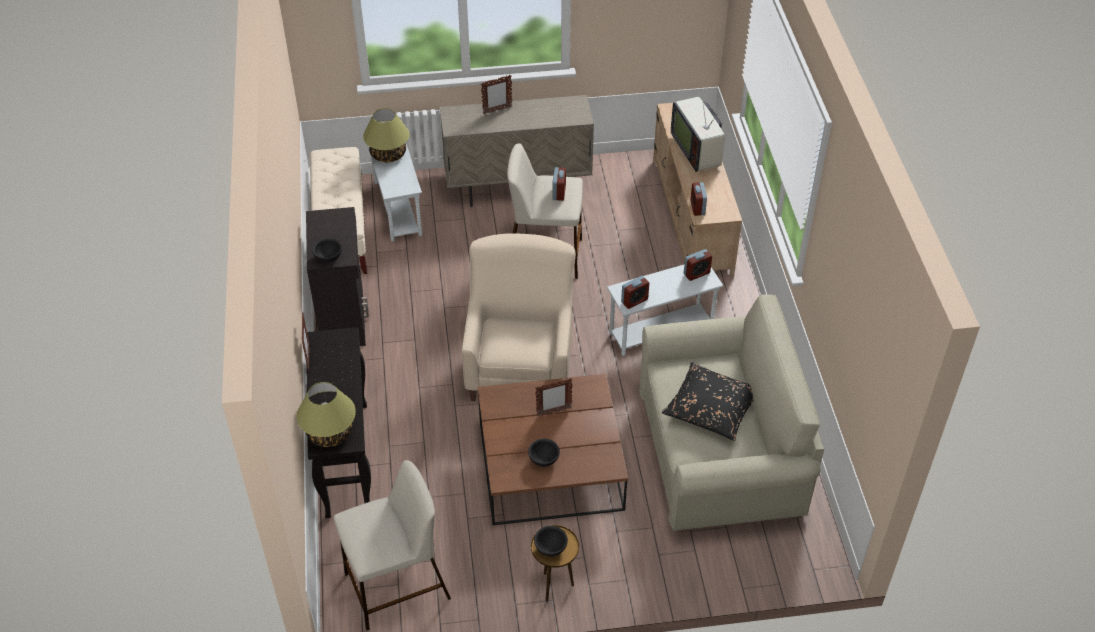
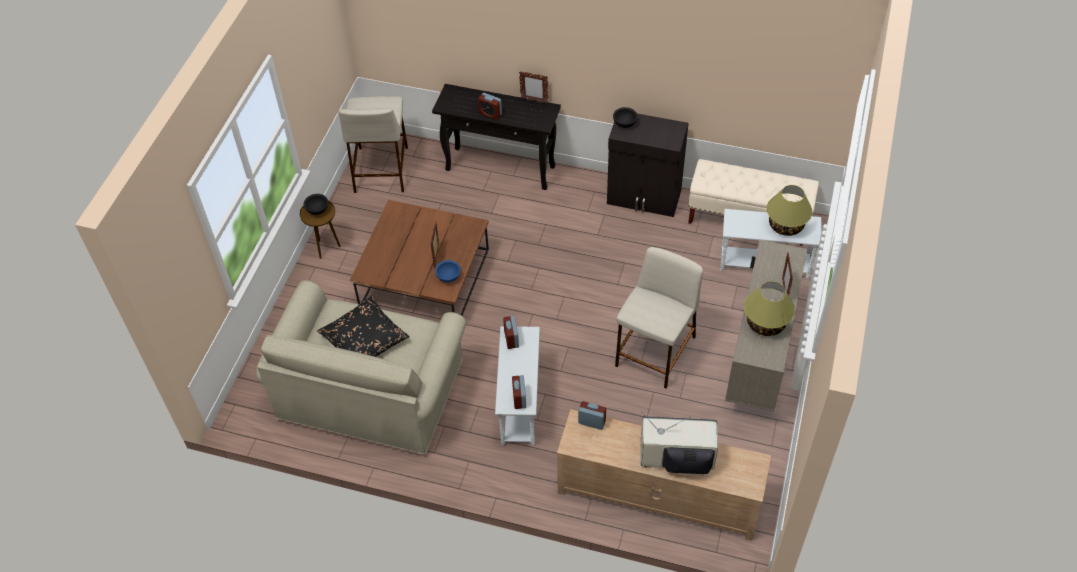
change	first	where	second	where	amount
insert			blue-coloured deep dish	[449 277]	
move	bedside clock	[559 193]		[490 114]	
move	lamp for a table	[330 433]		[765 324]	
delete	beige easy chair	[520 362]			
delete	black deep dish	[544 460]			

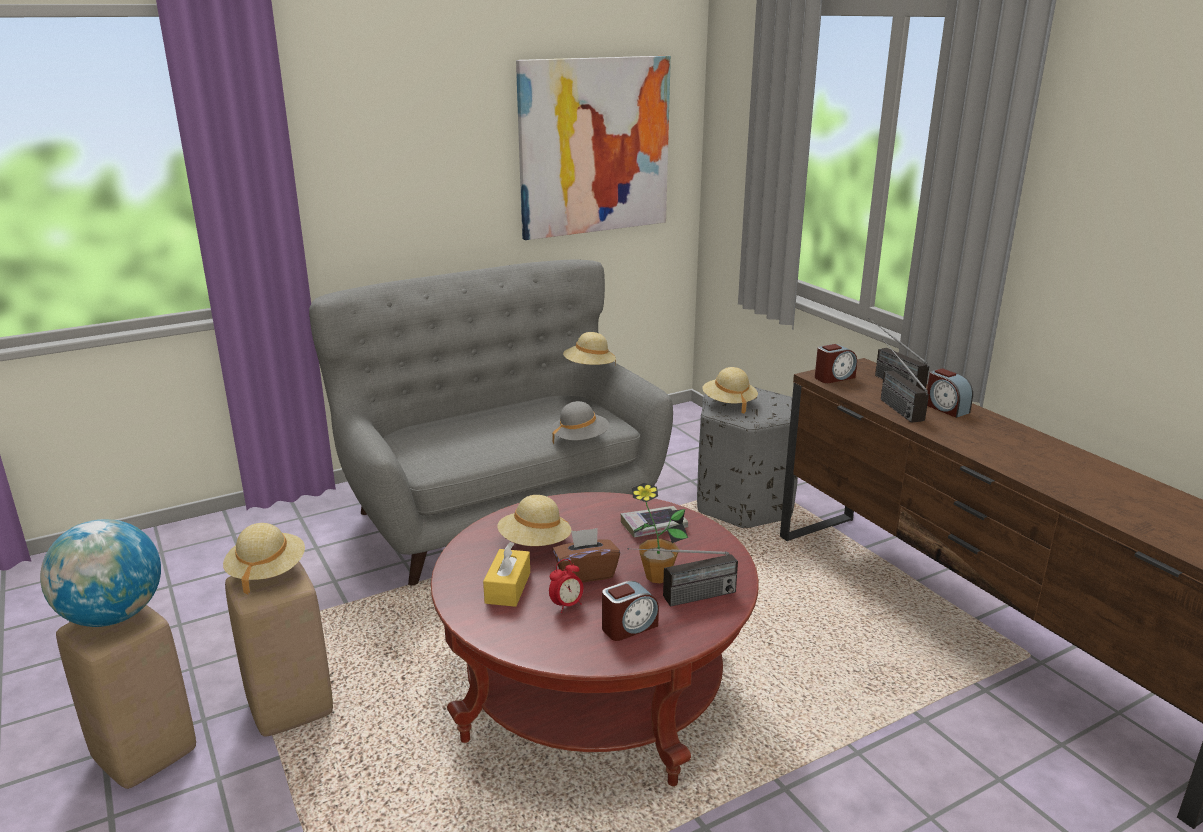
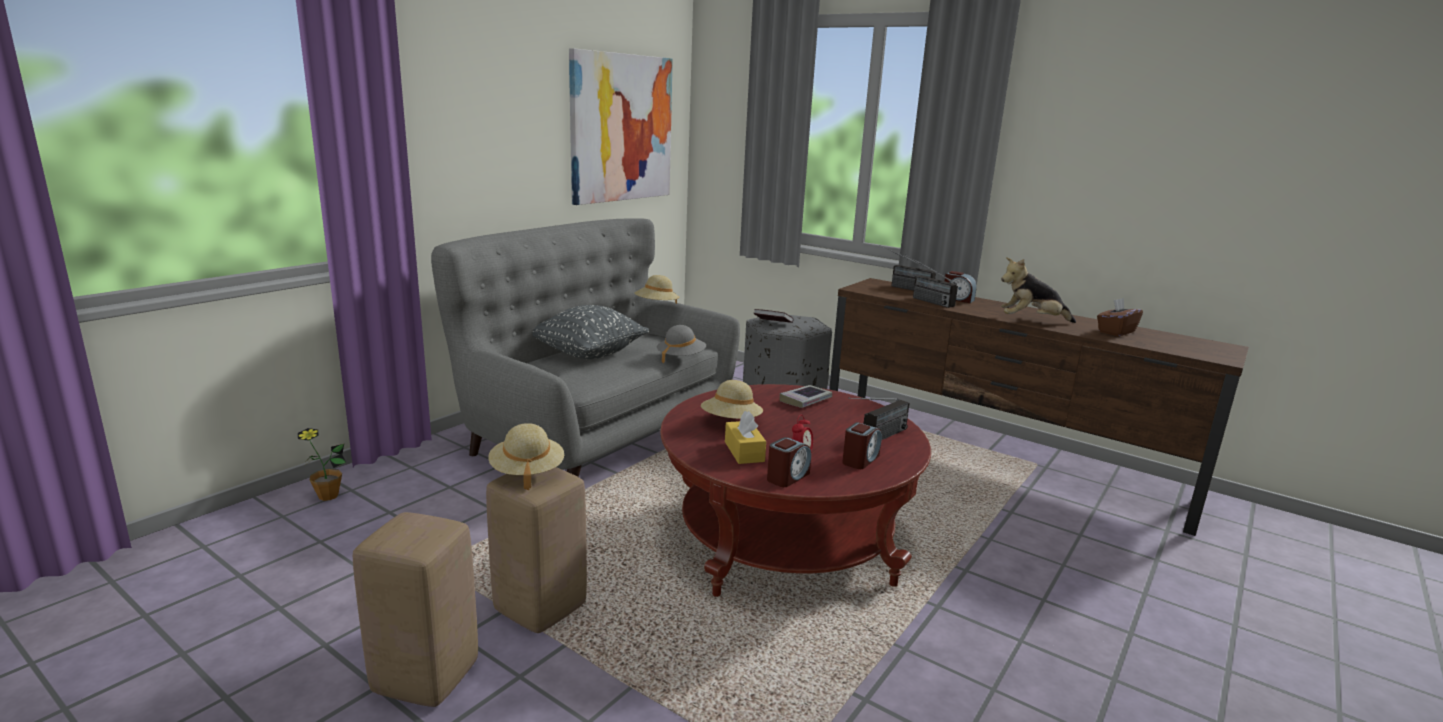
change	first	where	second	where	amount
move	plant in a pot	[657 576]		[328 496]	
insert			greyish throw pillow	[588 354]	
replace	beige clothing hat	[729 403]	bound book	[773 323]	
move	bedside clock	[834 377]		[787 477]	
insert			cuddly toy	[1031 321]	
move	brownish tissue holder	[585 573]		[1115 331]	
delete	desk globe	[113 616]			

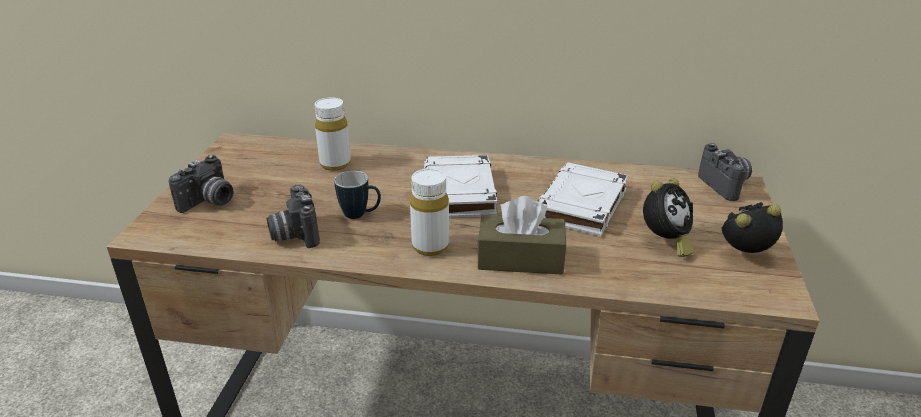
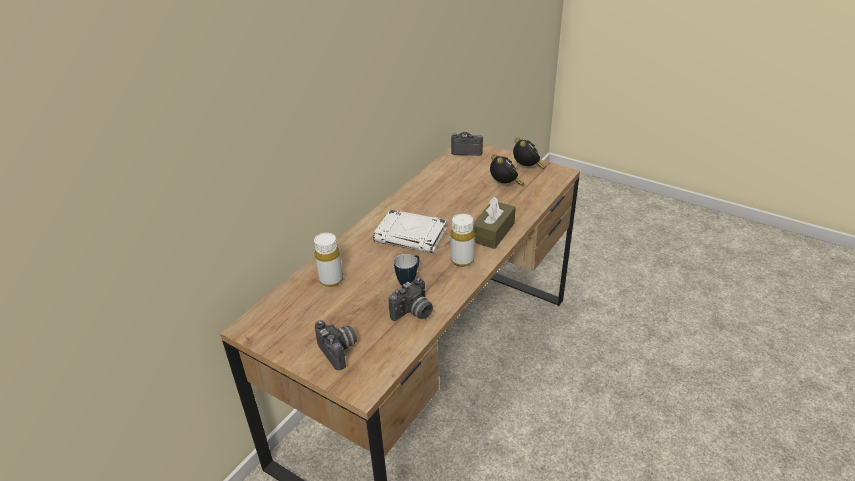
change	first	where	second	where	amount
rotate	photo camera	[294 234]		[413 313]	45 degrees counterclockwise
rotate	bedside clock	[745 254]		[527 168]	150 degrees clockwise
delete	white-coloured bound book	[581 205]			

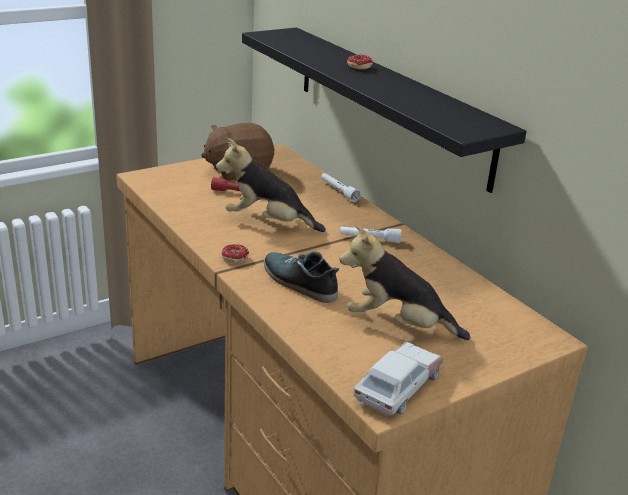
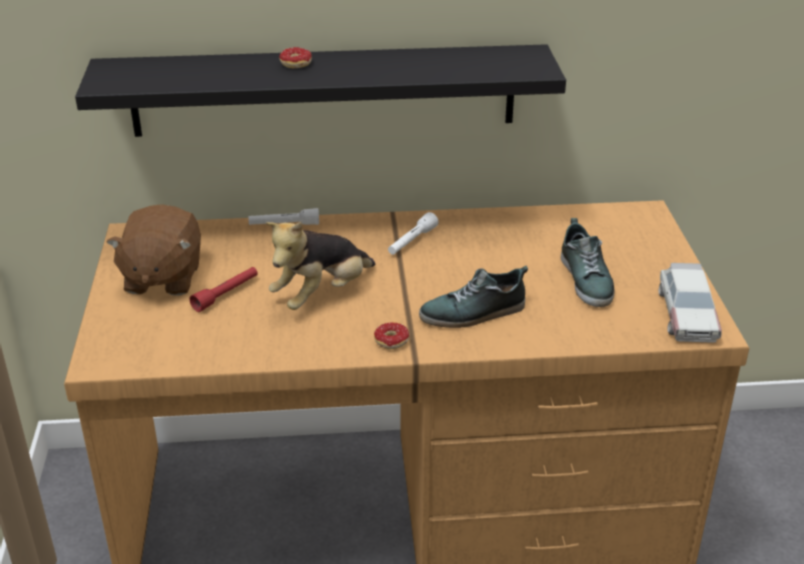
change	first	where	second	where	amount
replace	cuddly toy	[398 325]	shoe	[586 279]	
rotate	toy car	[397 387]		[687 313]	150 degrees counterclockwise

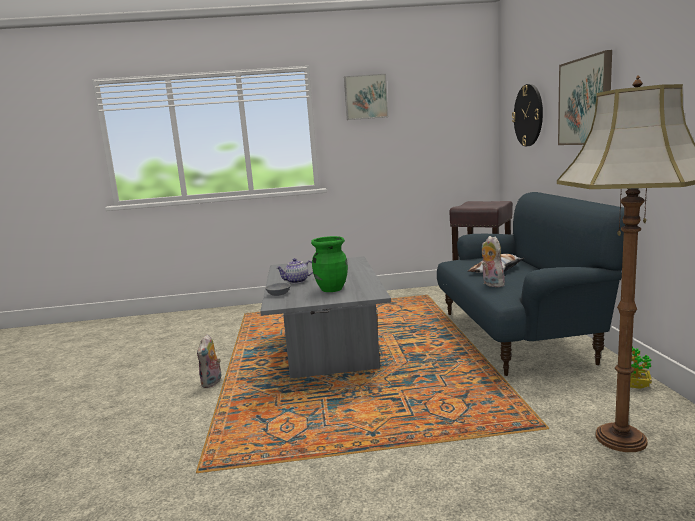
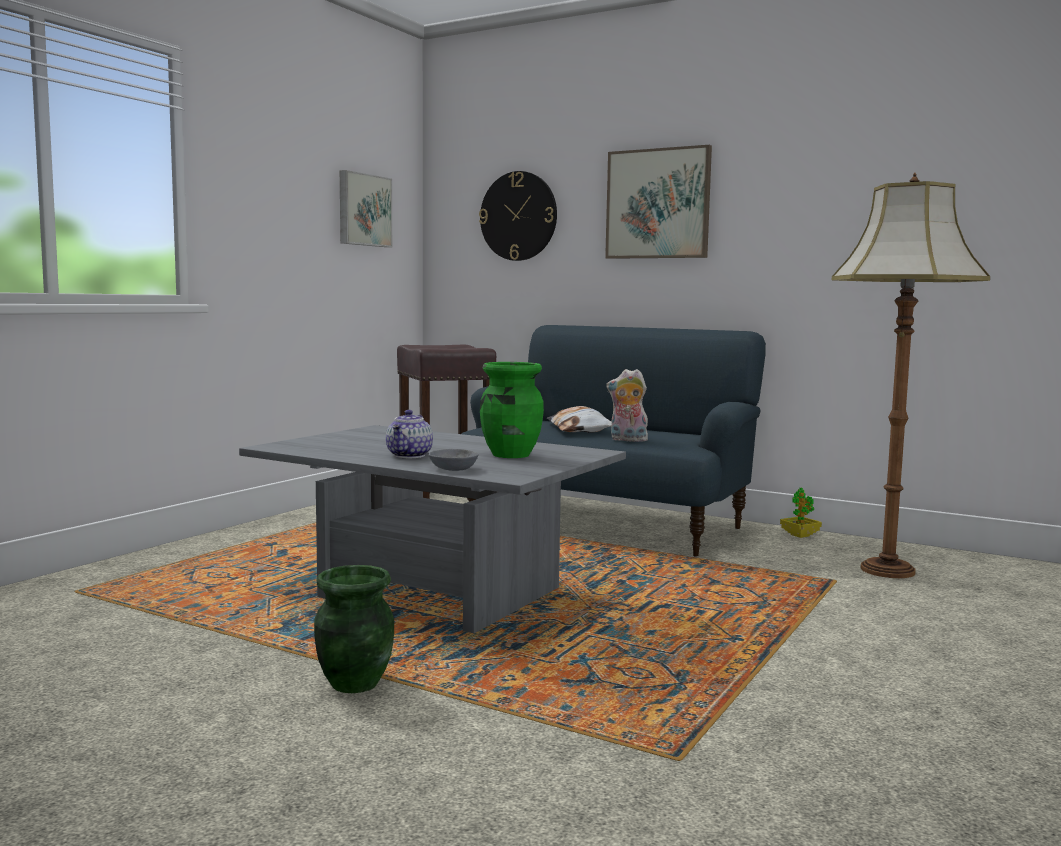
change	first	where	second	where	amount
replace	cuddly toy	[212 383]	green flower vase	[353 684]	
move	picture	[365 97]		[363 210]	

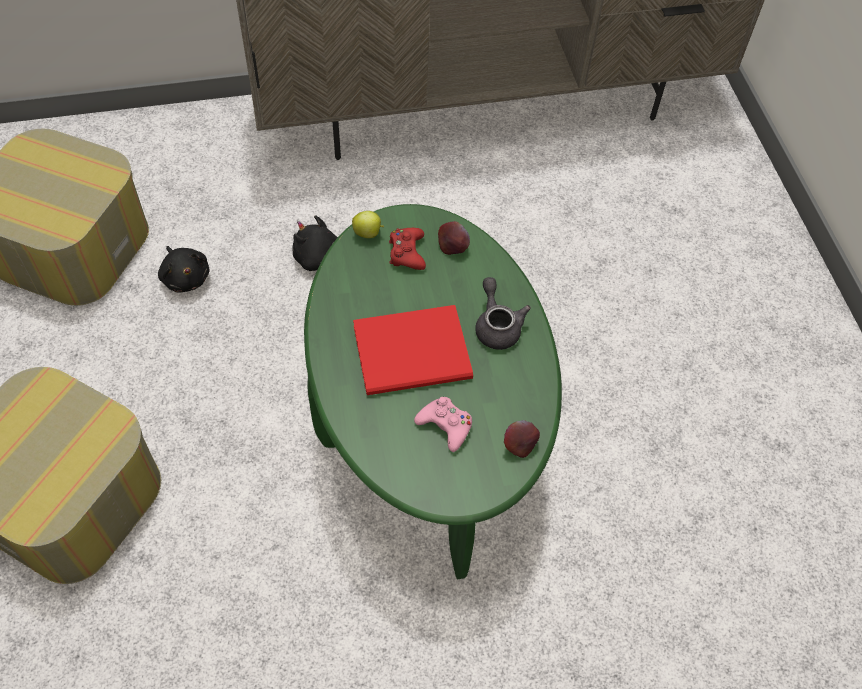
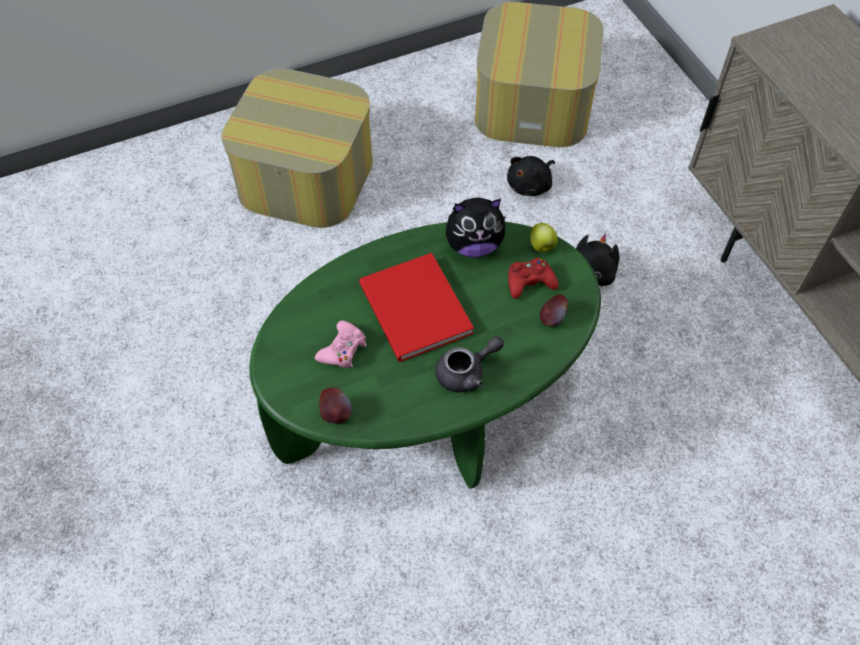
change	first	where	second	where	amount
insert			cuddly toy	[473 245]	

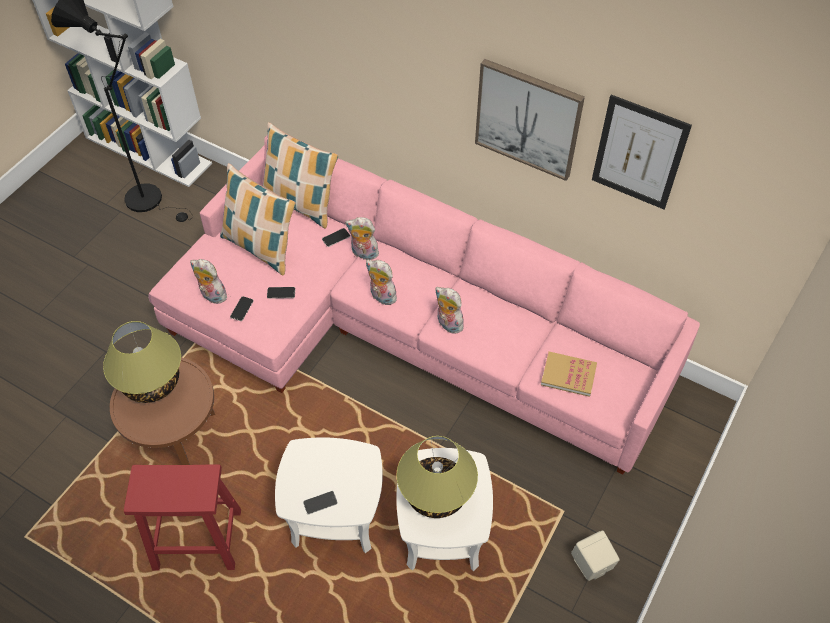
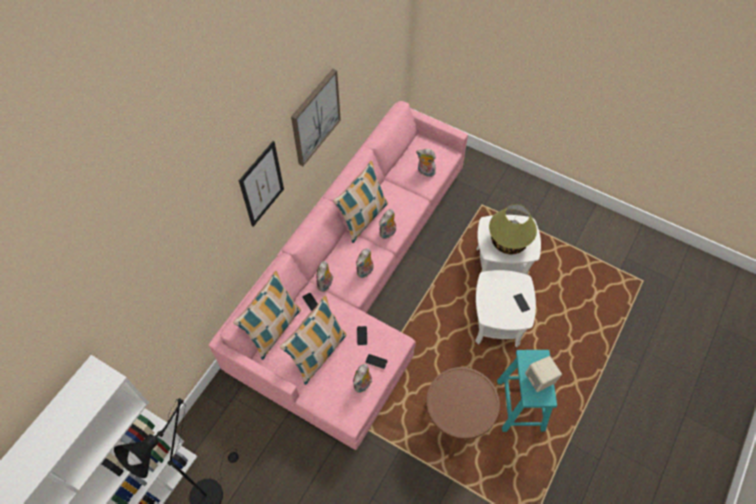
change	first	where	second	where	amount
move	picture	[639 153]		[262 184]	
insert			throw pillow	[363 218]	
replace	bound book	[568 375]	cuddly toy	[425 172]	
recolor	red stool seat	[196 540]	turquoise-coloured stool seat	[521 406]	
move	beige speaker	[591 564]		[540 379]	
delete	lamp for a table	[151 382]			

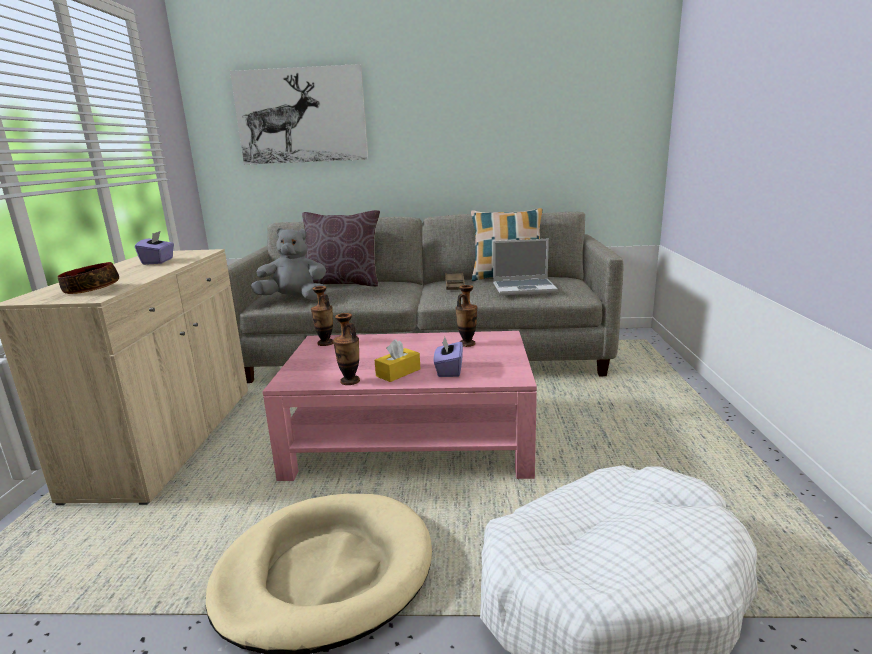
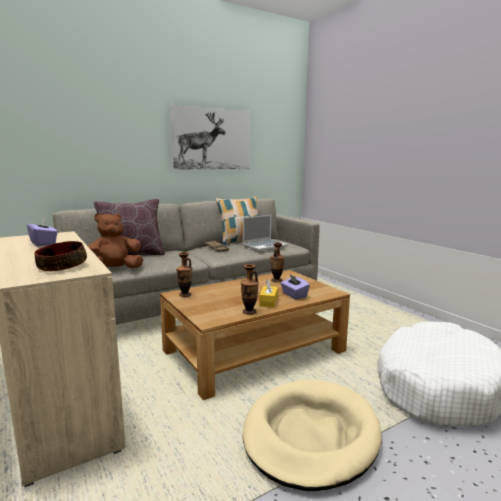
change	first	where	second	where	amount
recolor	greyish cuddly toy	[294 299]	brownish cuddly toy	[114 270]	
recolor	pink-coloured lounge table	[412 440]	brownish lounge table	[255 351]	
move	picture	[301 116]		[211 139]	

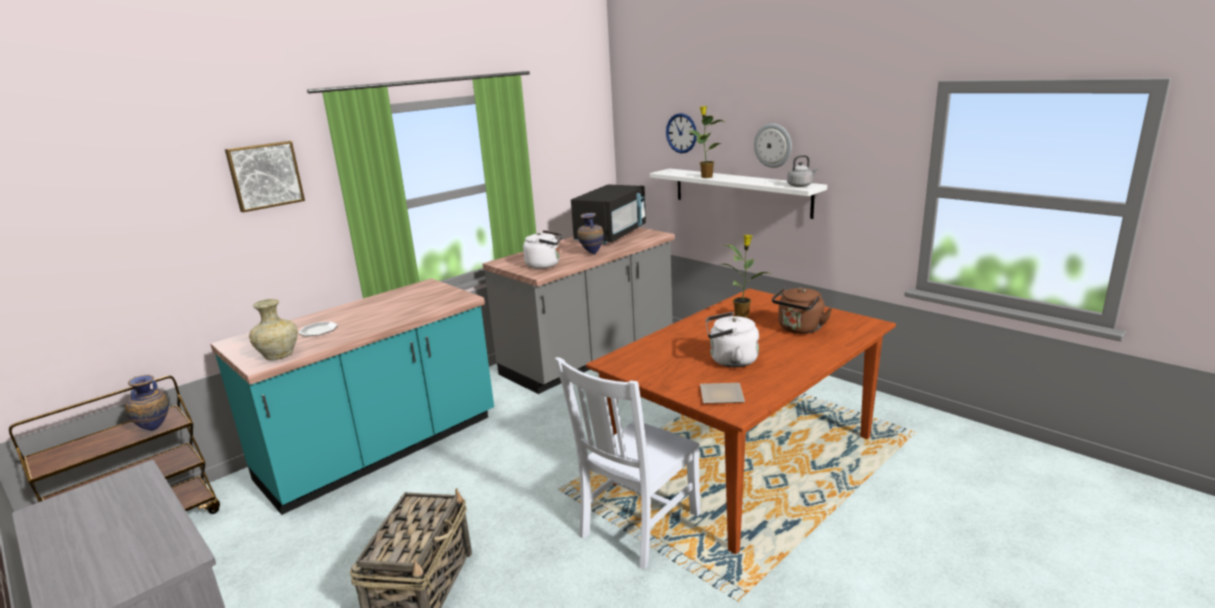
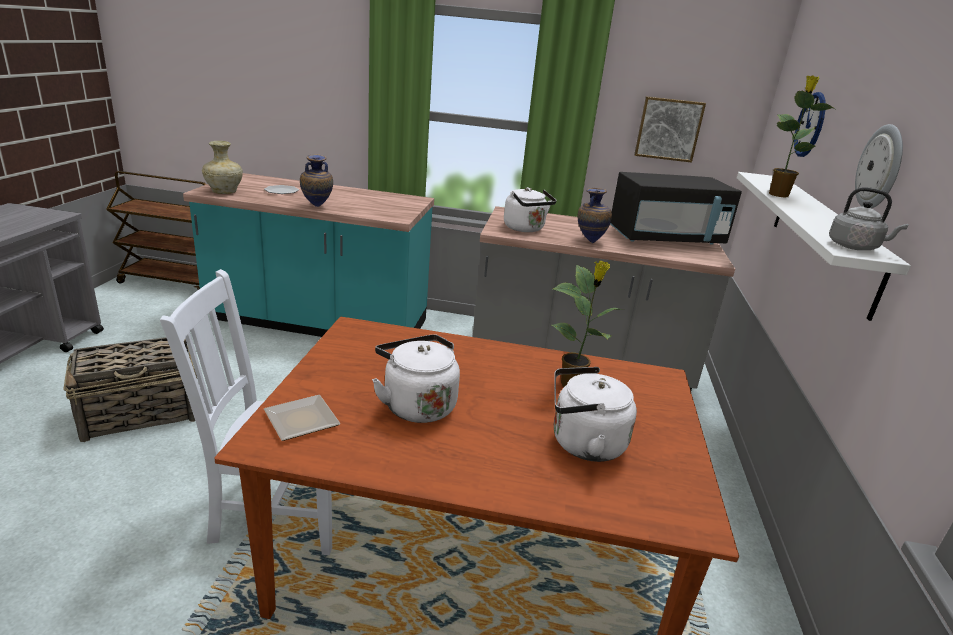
change	first	where	second	where	amount
move	flower vase	[155 430]		[317 207]	
recolor	brownish tea kettle	[799 329]	white-coloured tea kettle	[582 443]	
move	picture	[265 175]		[668 129]	

